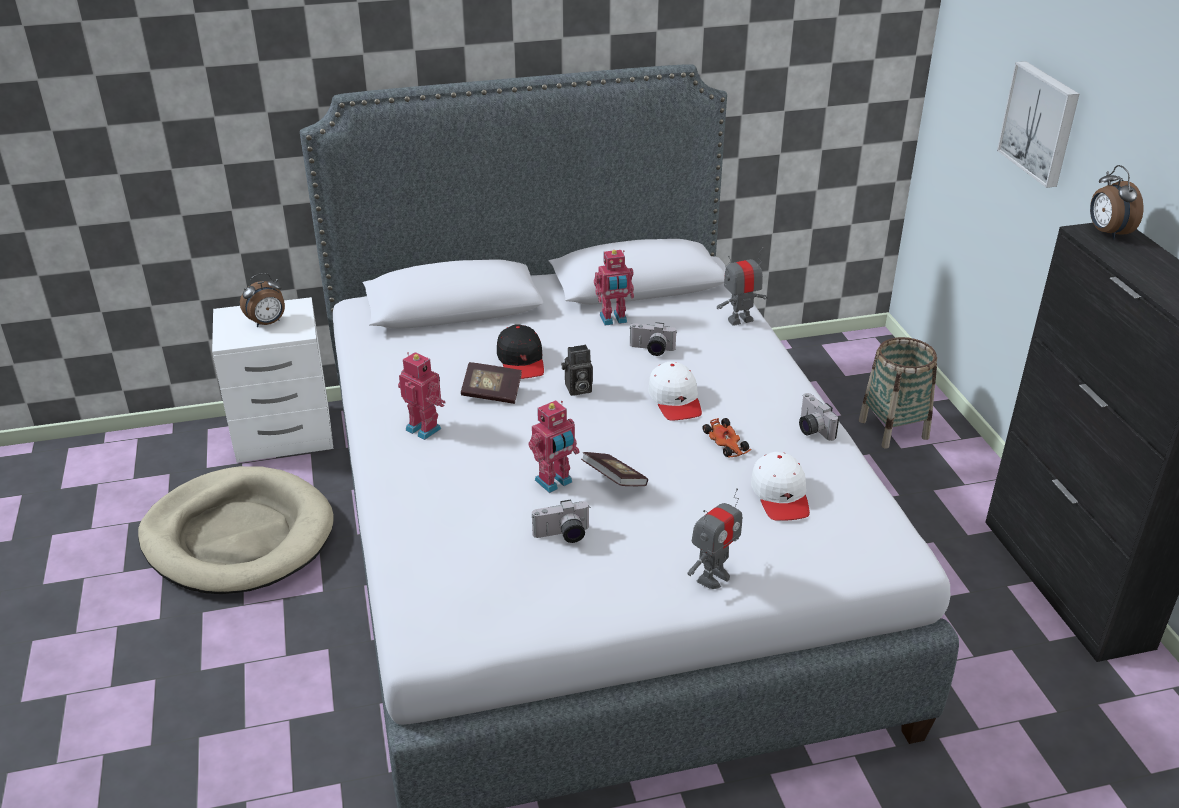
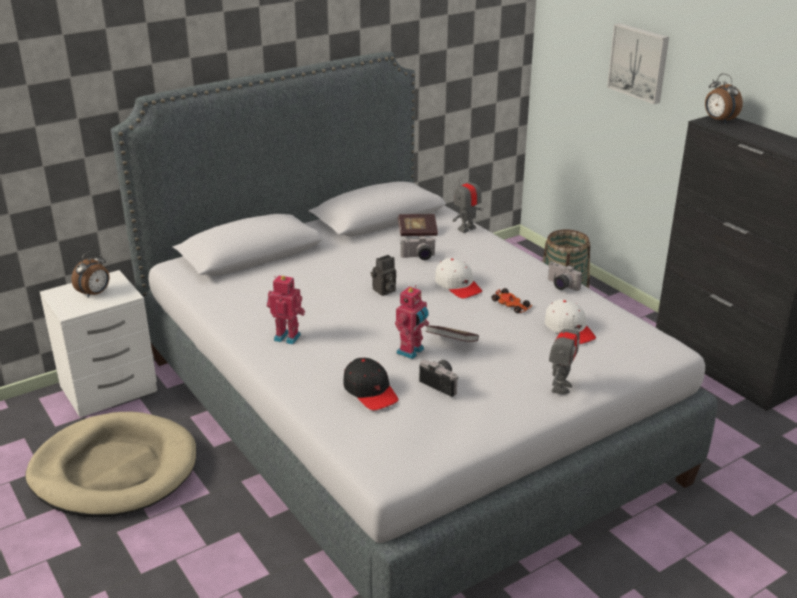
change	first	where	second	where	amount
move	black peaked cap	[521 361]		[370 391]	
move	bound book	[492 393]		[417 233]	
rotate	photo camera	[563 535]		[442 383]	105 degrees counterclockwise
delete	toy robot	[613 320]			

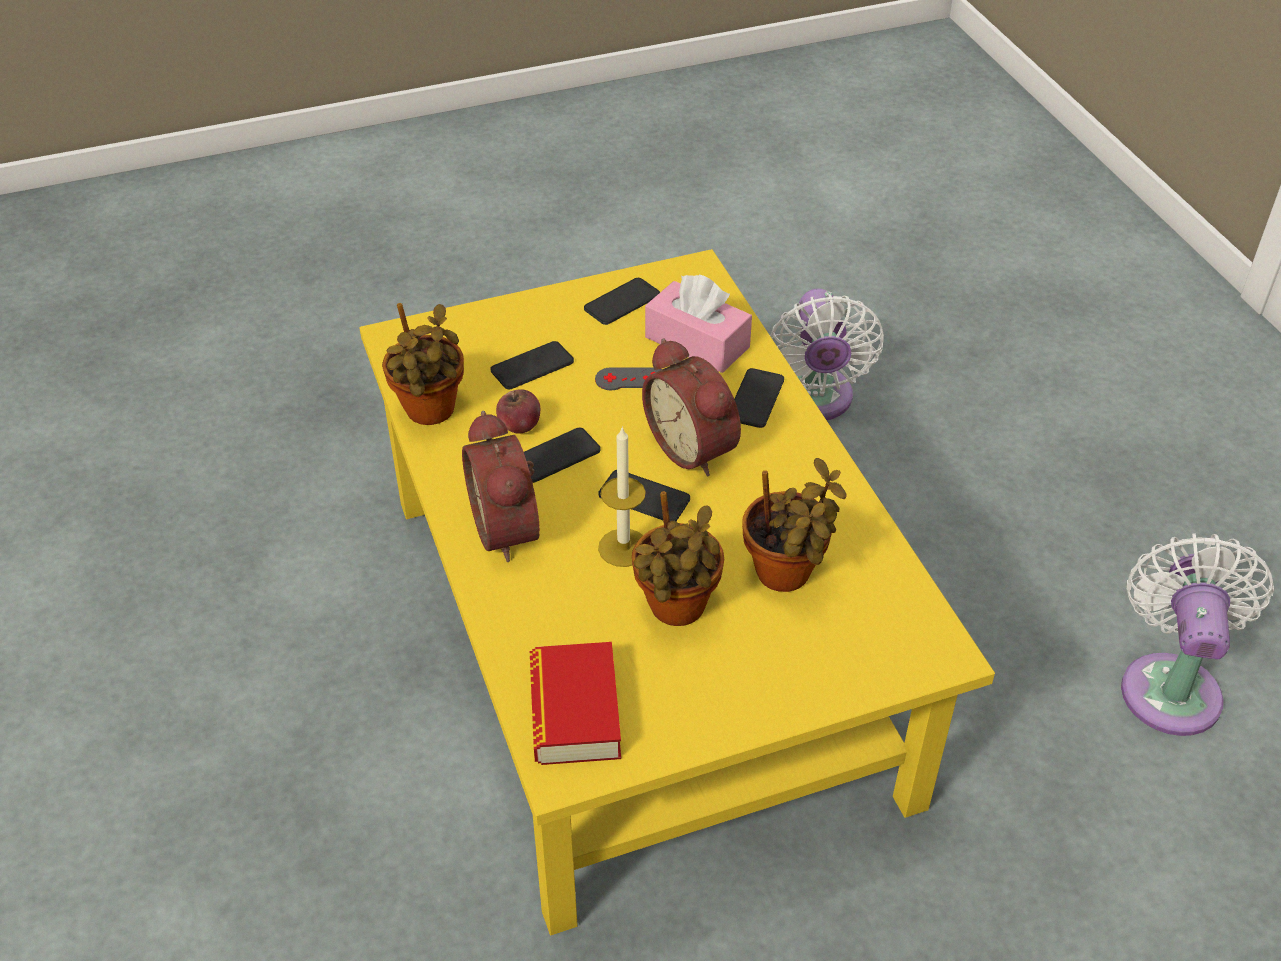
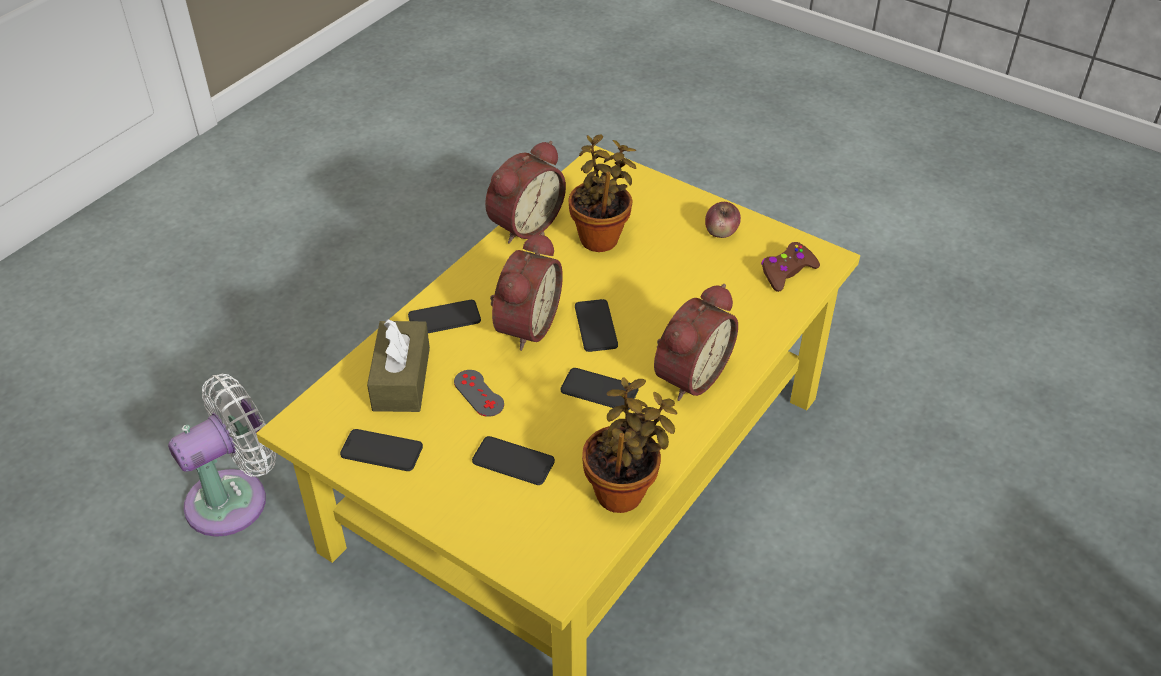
change	first	where	second	where	amount
recolor	pink-coloured tissue holder	[697 342]	brownish tissue holder	[401 379]	
insert			bedside clock	[523 224]	
move	whole apple	[519 425]		[721 232]	
replace	bound book	[574 712]	brownish gamepad	[787 272]	
delete	candle	[623 547]			
delete	plant in a pot	[676 611]			
delete	white-coloured cooling fan	[1170 685]			

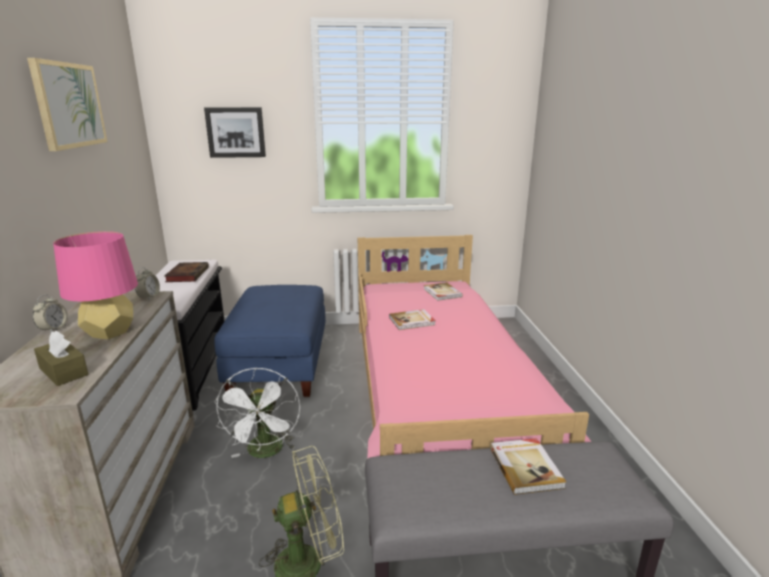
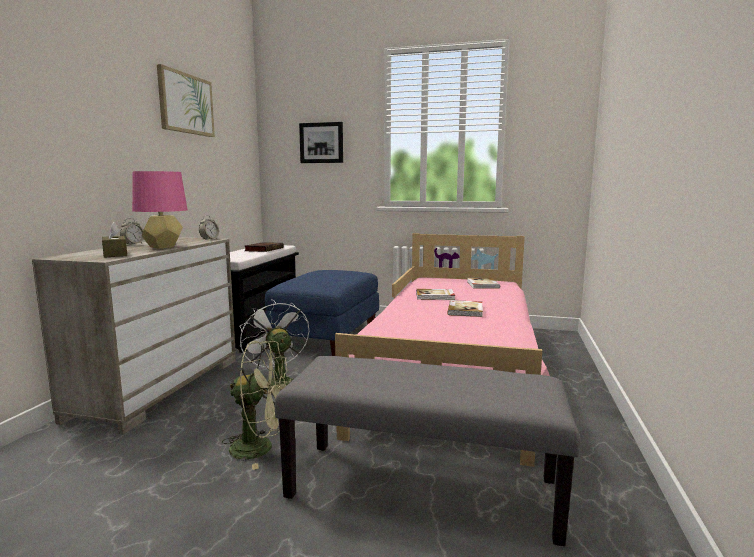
change	first	where	second	where	amount
rotate	white-coloured cooling fan	[265 452]		[276 383]	135 degrees clockwise
move	bound book	[526 467]		[466 310]	

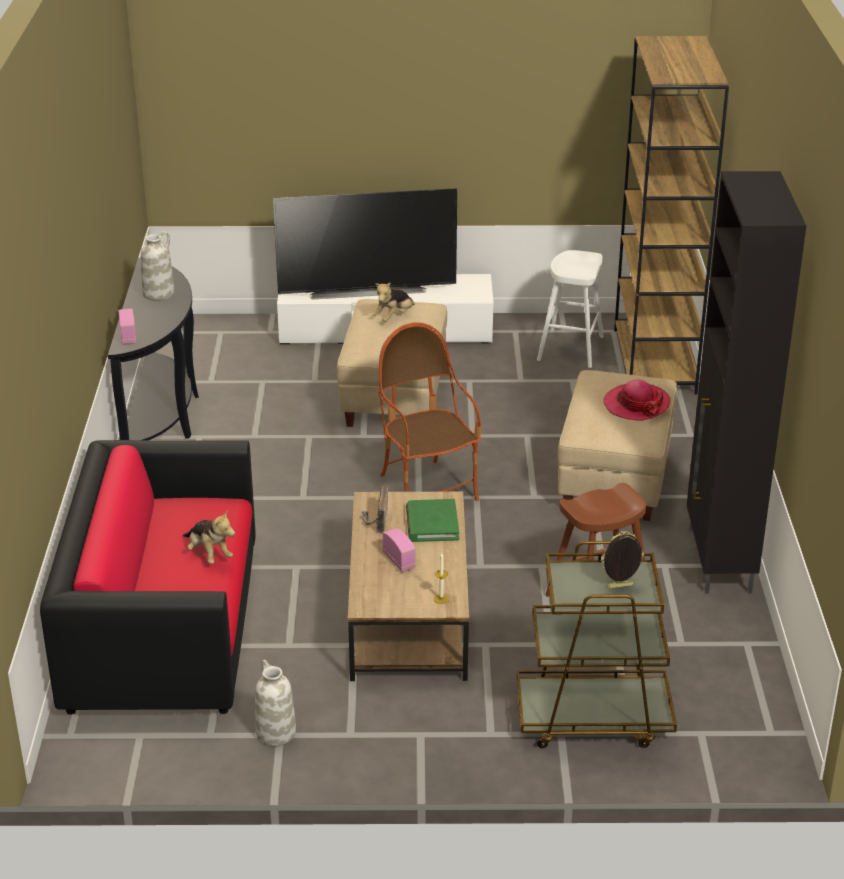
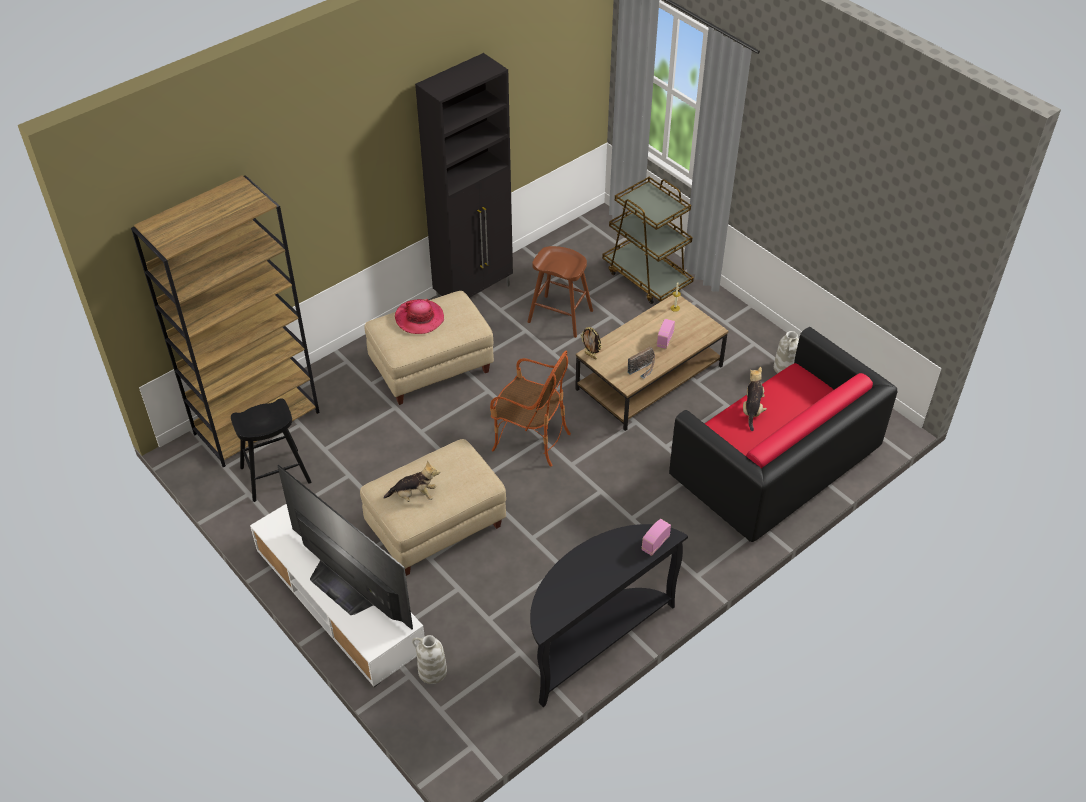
change	first	where	second	where	amount
recolor	white-coloured stool seat	[570 348]	black stool seat	[276 475]	
move	white-coloured flower vase	[159 293]		[432 672]	
rotate	easy chair	[427 489]		[530 440]	90 degrees counterclockwise
move	standing frame	[620 587]		[591 355]	
delete	green bound book	[432 524]			

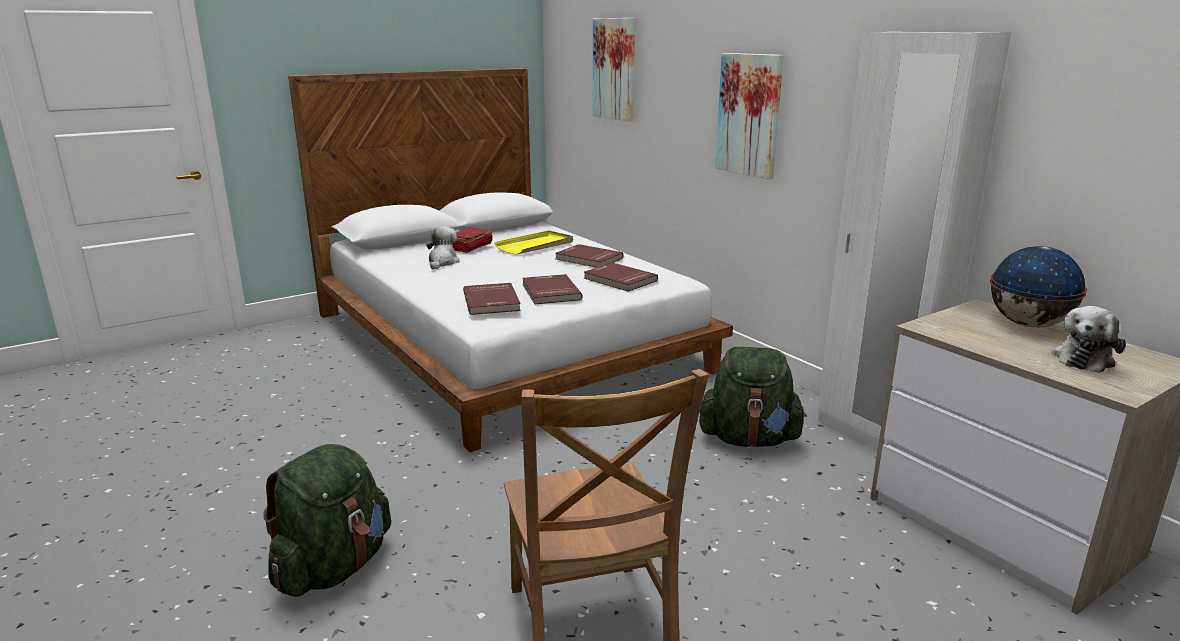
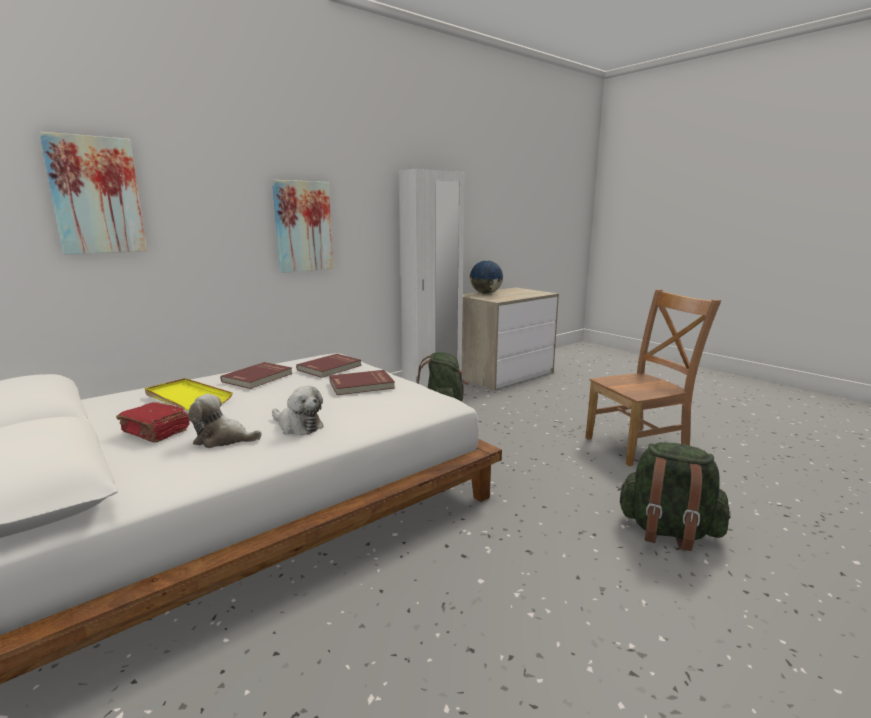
change	first	where	second	where	amount
move	cuddly toy	[1083 358]		[298 426]	
delete	red bound book	[492 301]			

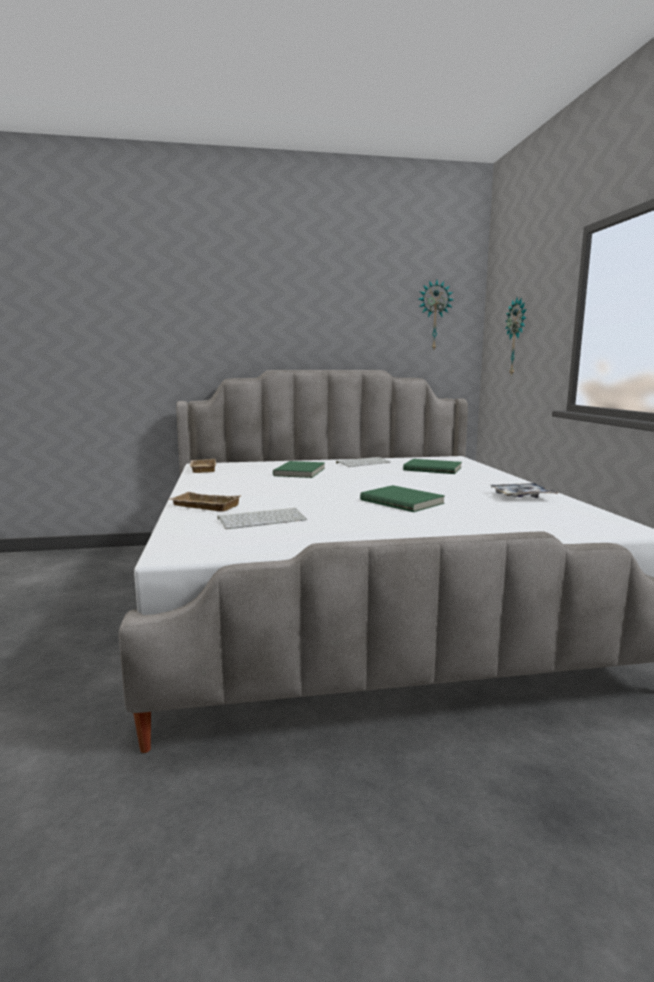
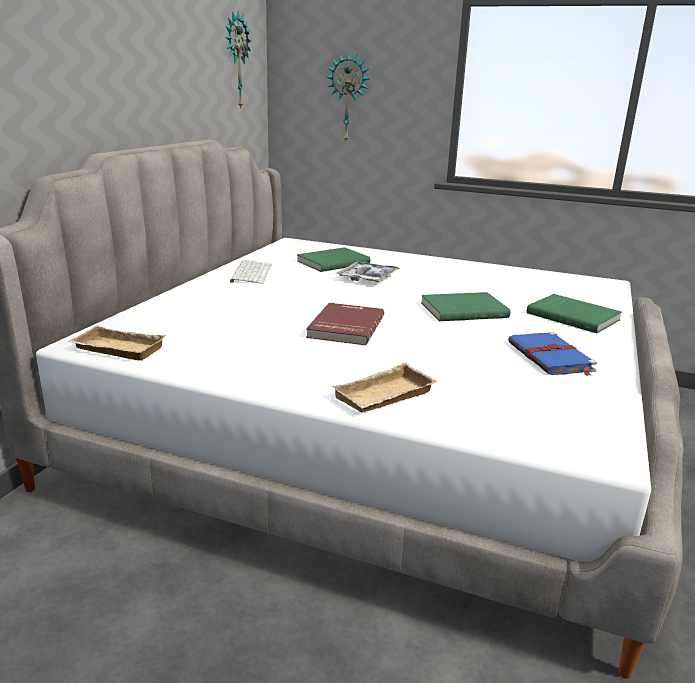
change	first	where	second	where	amount
insert			red bound book	[344 327]	
move	serving tray	[521 496]		[367 278]	
insert			blue-coloured bound book	[551 357]	
move	green bound book	[301 472]		[573 316]	
delete	keyboard	[263 519]			

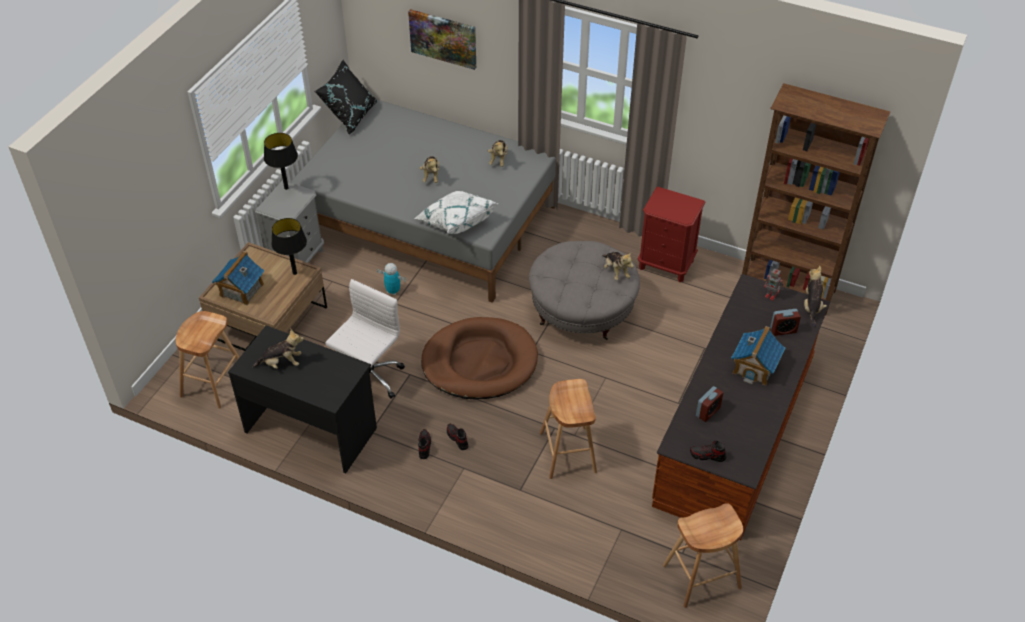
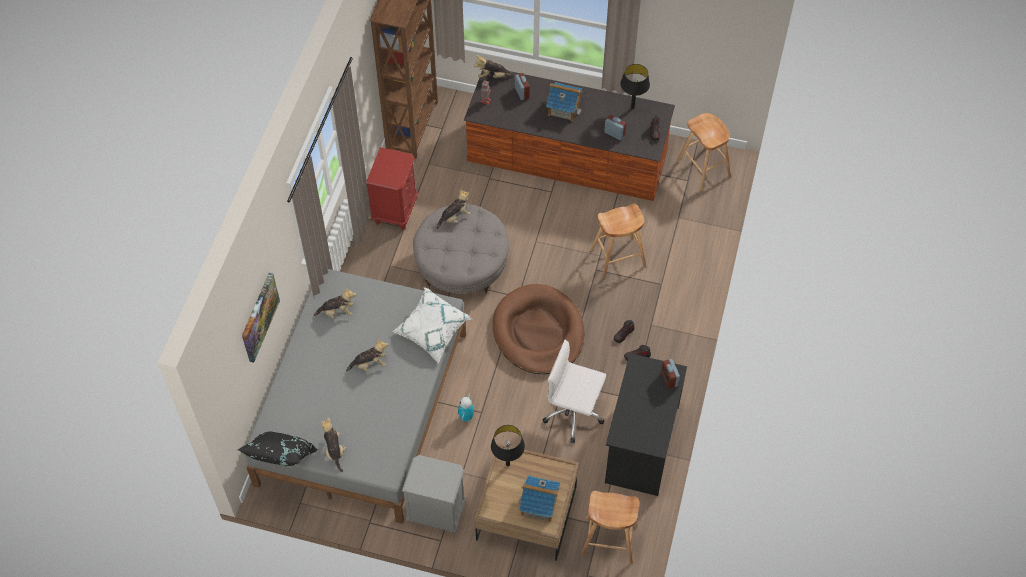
change	first	where	second	where	amount
move	cuddly toy	[281 363]		[334 450]	
move	black lamp for a table	[286 188]		[632 107]	
insert			bedside clock	[669 379]	

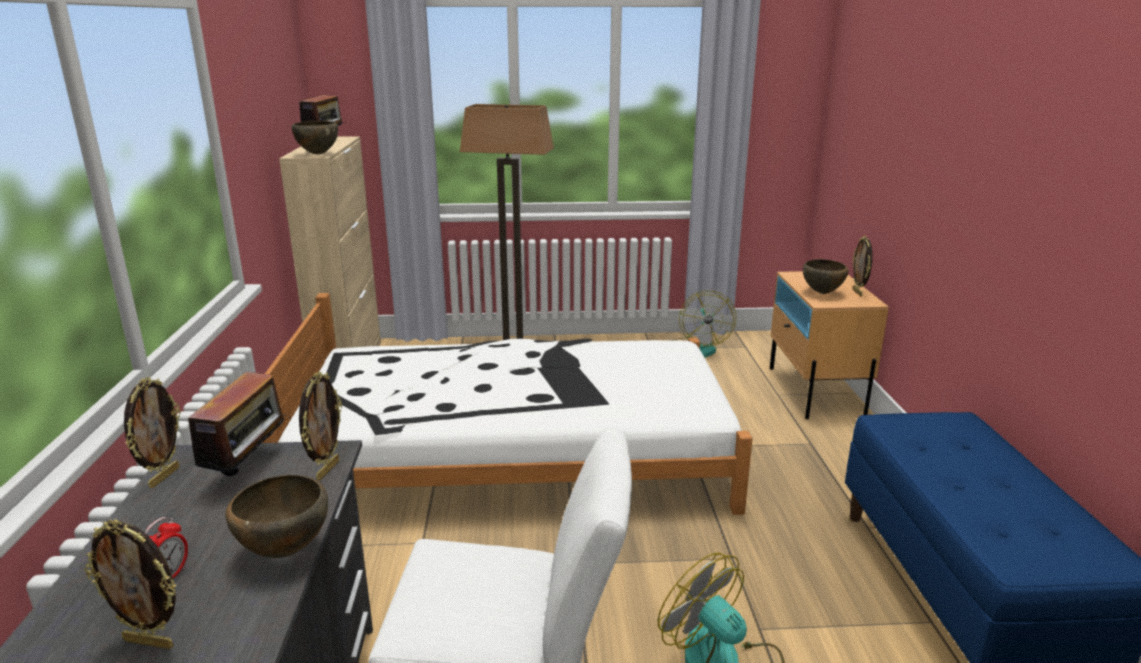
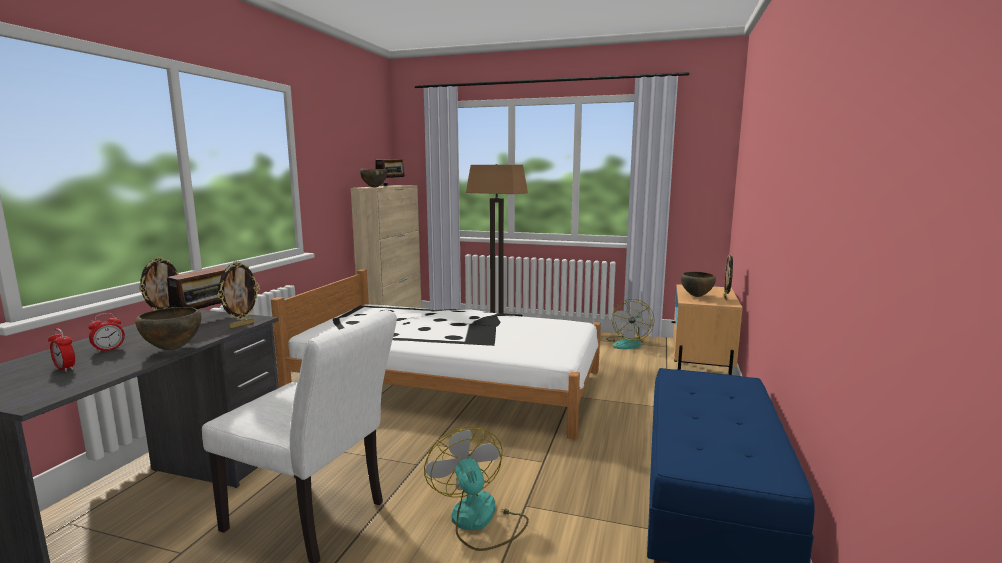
change	first	where	second	where	amount
replace	standing frame	[150 642]	bedside clock	[65 368]	

